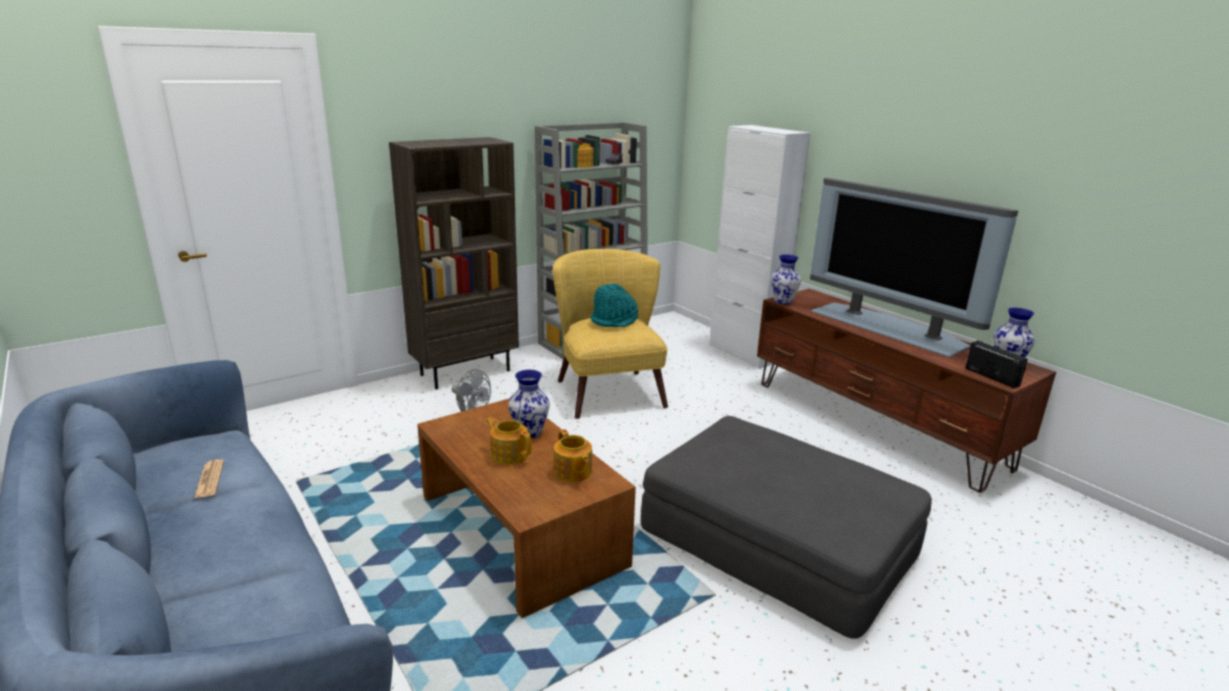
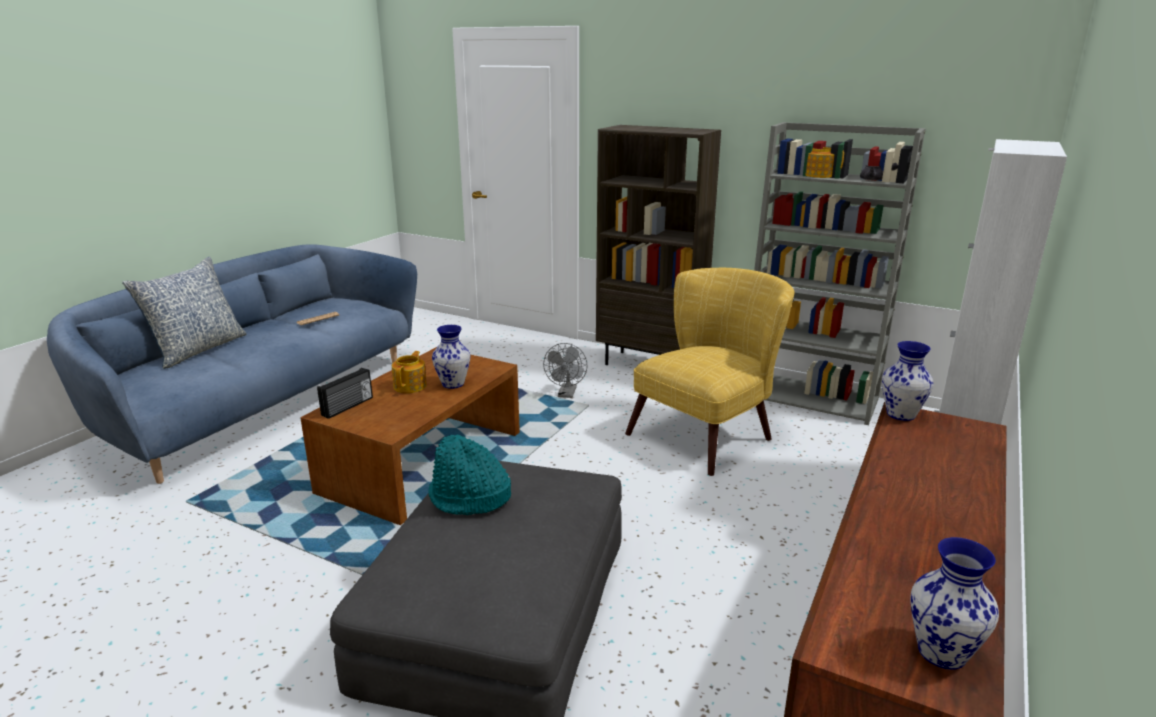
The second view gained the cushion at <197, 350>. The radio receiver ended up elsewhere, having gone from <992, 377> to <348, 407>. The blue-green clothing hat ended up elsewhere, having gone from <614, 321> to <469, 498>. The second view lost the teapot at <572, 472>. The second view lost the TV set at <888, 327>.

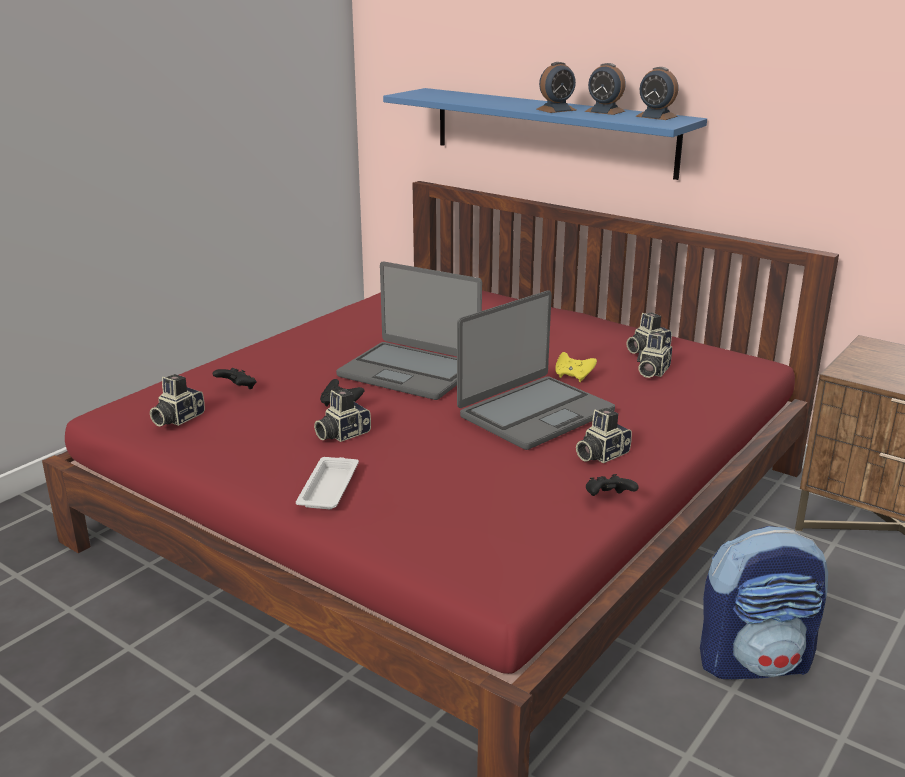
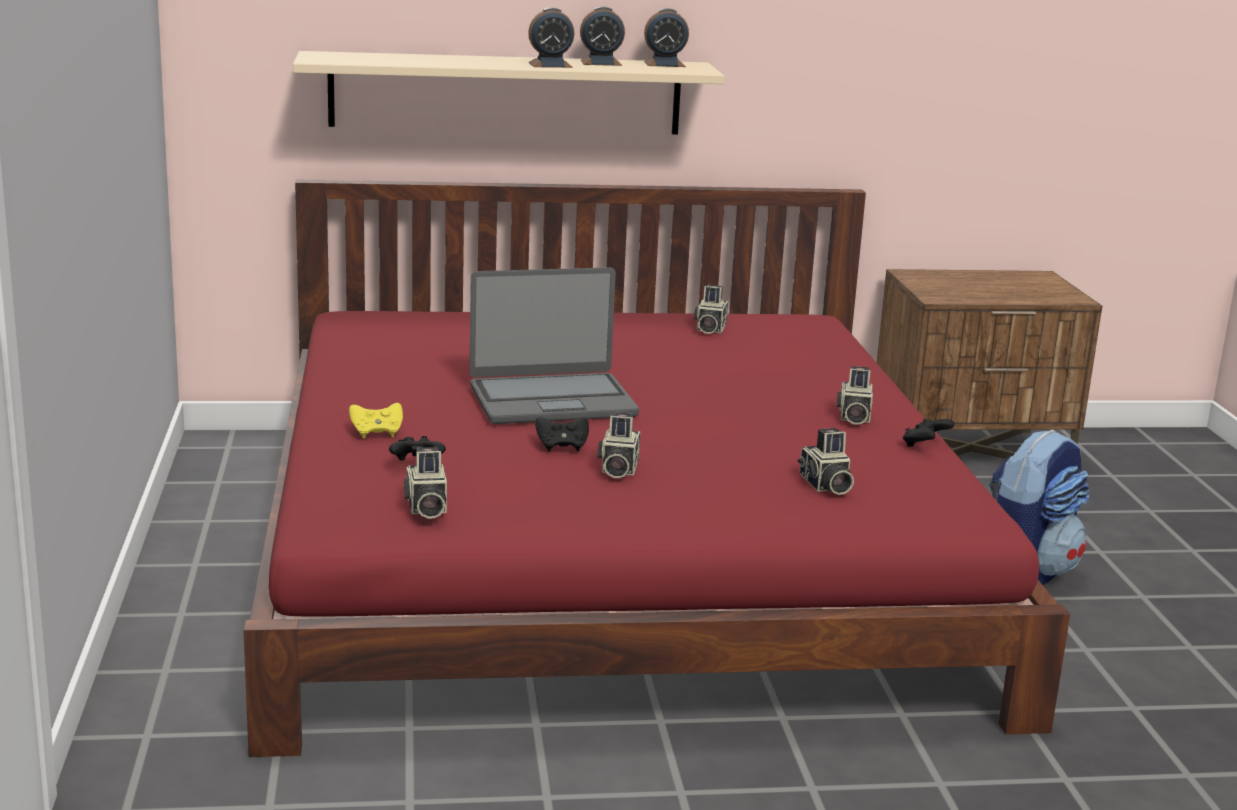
What was the bluish bracket shelf at <552, 131> turned into the sand-coloured bracket shelf at <506, 93>. The yellowish game controller ended up elsewhere, having gone from <573, 376> to <377, 433>. The alarm clock at <556, 109> ended up facing another way, 60 degrees clockwise from before. The photo camera ended up elsewhere, having gone from <651, 371> to <825, 486>. The second view lost the white-coloured tray at <329, 487>. The second view lost the portable computer at <534, 413>.

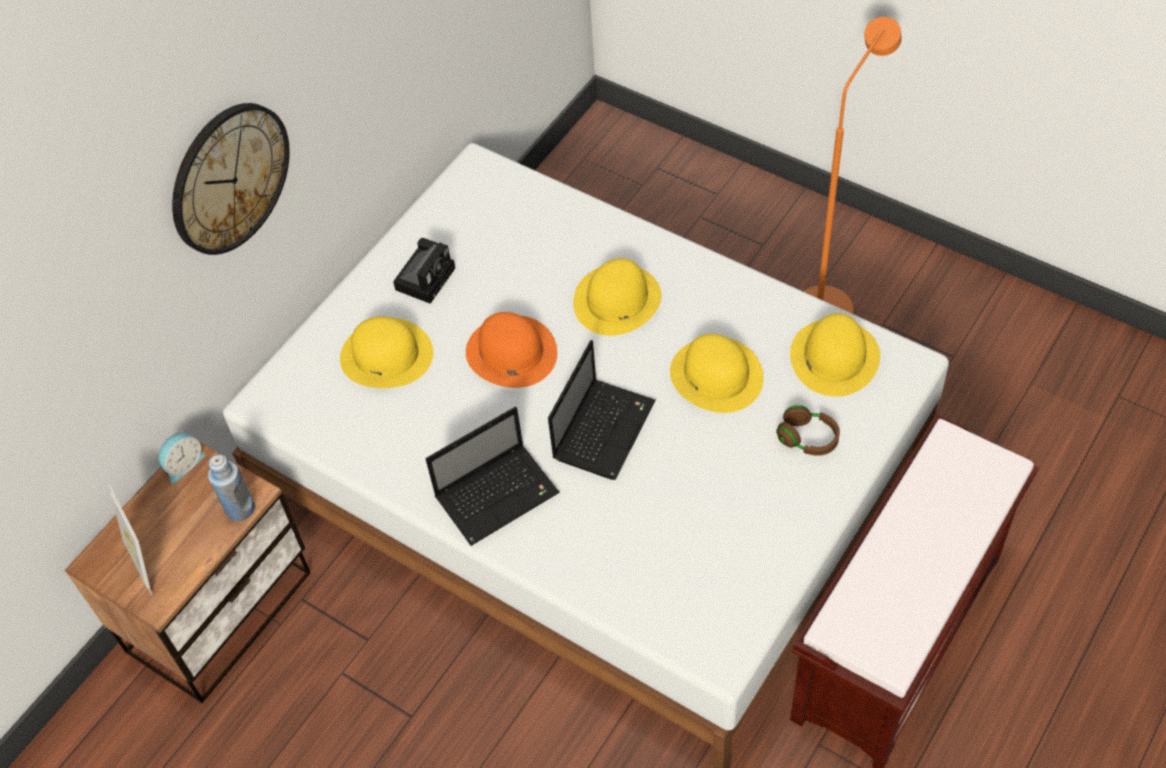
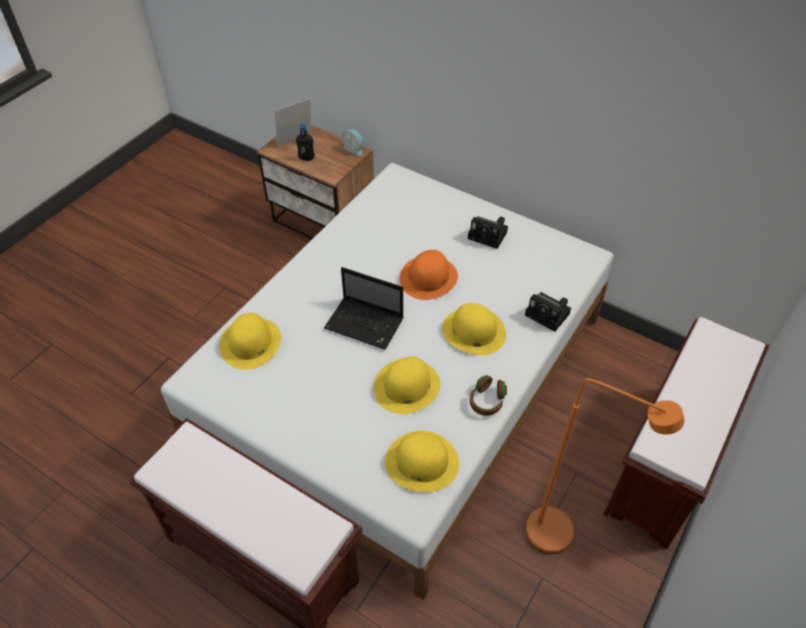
The yellowish clothing hat ended up elsewhere, having gone from <387, 355> to <250, 343>. The second view gained the black drink bottle at <306, 158>. The brown headset ended up elsewhere, having gone from <808, 439> to <487, 401>. The second view gained the photo camera at <549, 315>. The second view gained the brown indoor bench at <667, 464>. The second view lost the clock on the wall at <229, 178>. The second view lost the bluish drink bottle at <240, 509>. The second view lost the portable computer at <499, 494>.

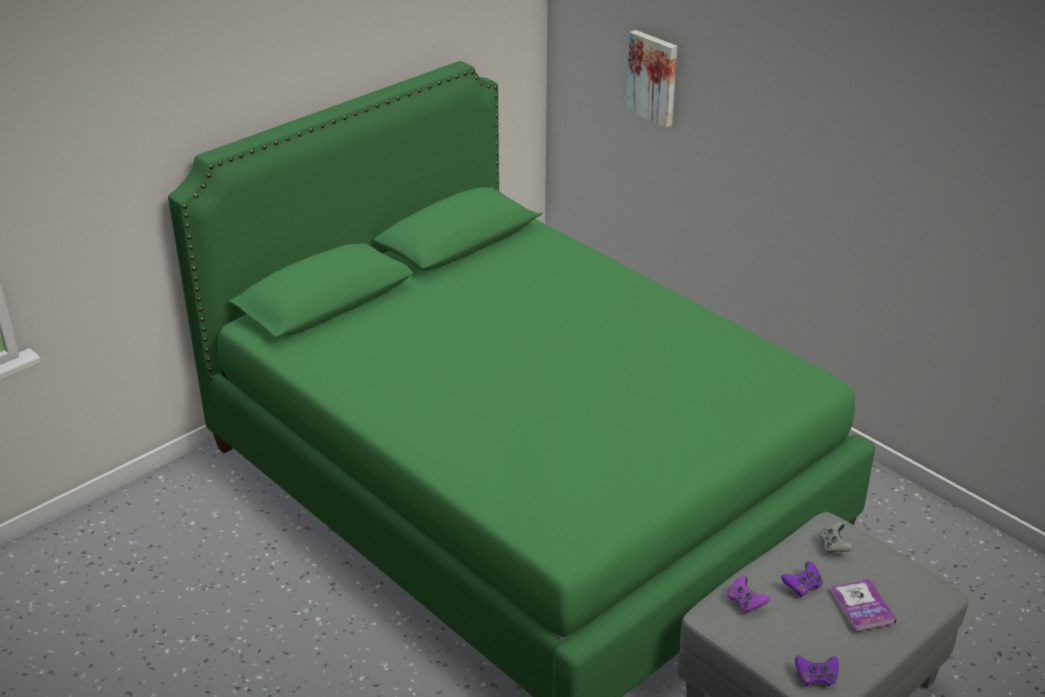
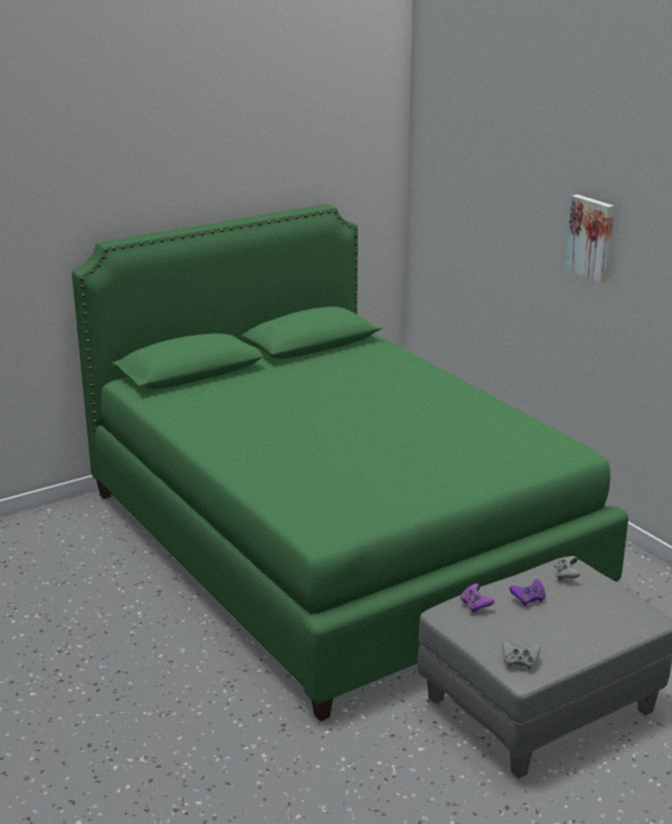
What was the purple-coloured game controller at <816, 678> turned into the grey game controller at <519, 662>. The wall picture ended up elsewhere, having gone from <653, 77> to <592, 237>. The second view lost the volume at <861, 607>.

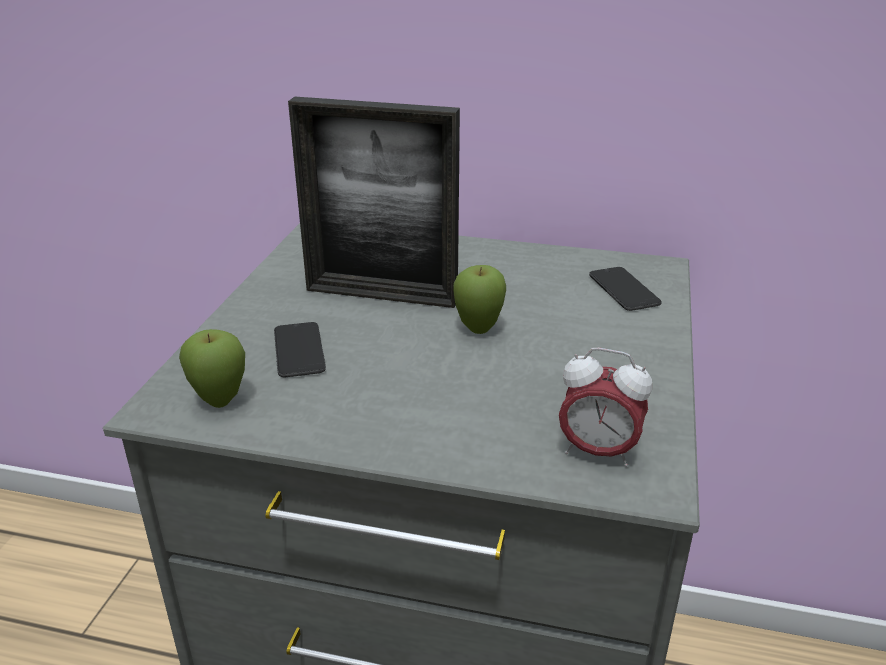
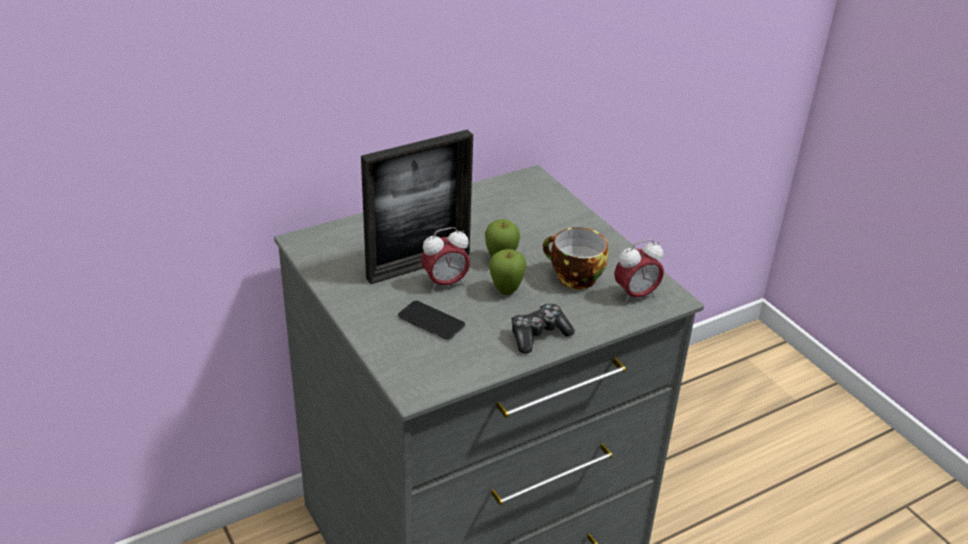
The second view gained the alarm clock at <445, 283>. The apple ended up elsewhere, having gone from <220, 401> to <506, 291>. The second view gained the game controller at <538, 335>. The second view gained the small cup at <573, 278>. The second view lost the handset at <623, 290>.

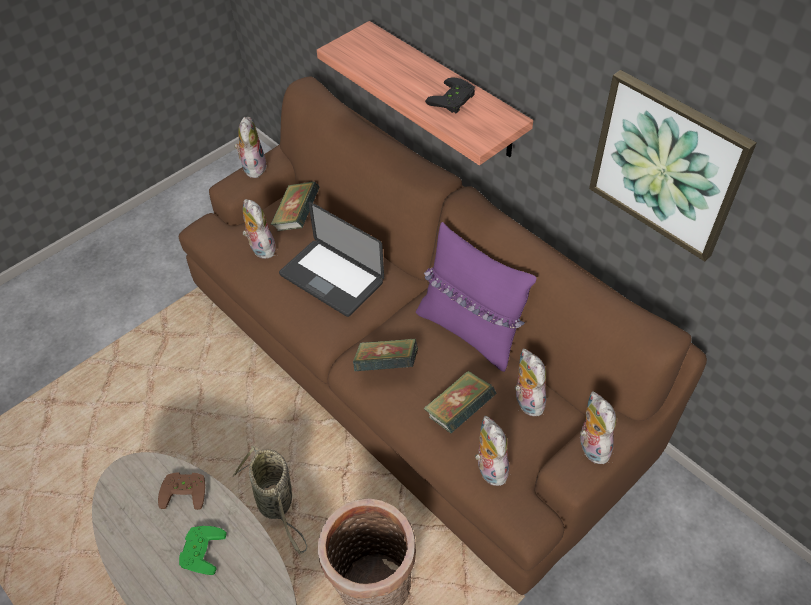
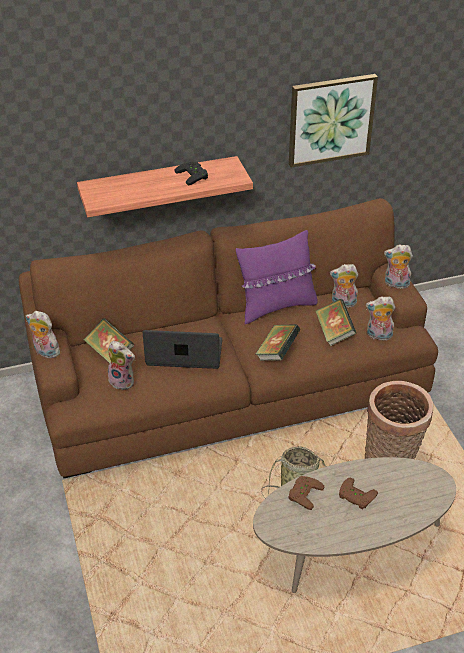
The plush toy at <260, 248> ended up facing another way, 150 degrees counterclockwise from before. The portable computer at <331, 279> ended up facing another way, 150 degrees counterclockwise from before. What was the green-coloured game controller at <199, 550> turned into the brown game controller at <355, 497>.

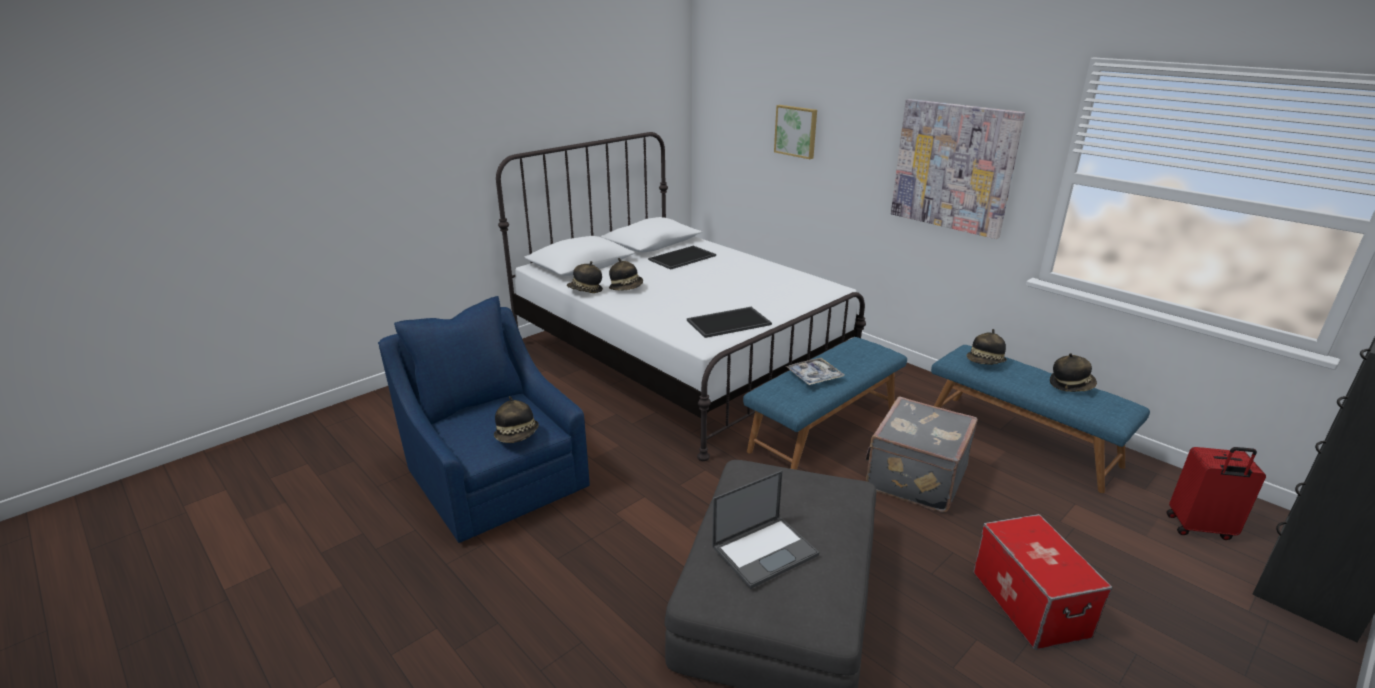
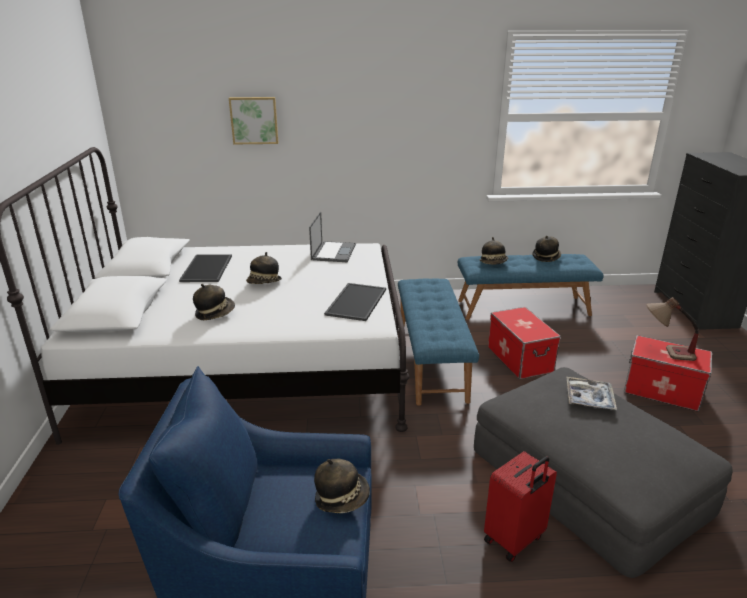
The clothing hat ended up elsewhere, having gone from <585, 291> to <264, 283>. The portable computer ended up elsewhere, having gone from <765, 550> to <333, 252>. The reddish piece of luggage ended up elsewhere, having gone from <1199, 528> to <515, 540>. Where the grey piece of luggage stood at <914, 478>, the storage container came to stand at <520, 359>. The tray ended up elsewhere, having gone from <814, 376> to <589, 398>. The second view gained the table lamp at <665, 353>. The second view lost the wall picture at <953, 167>.

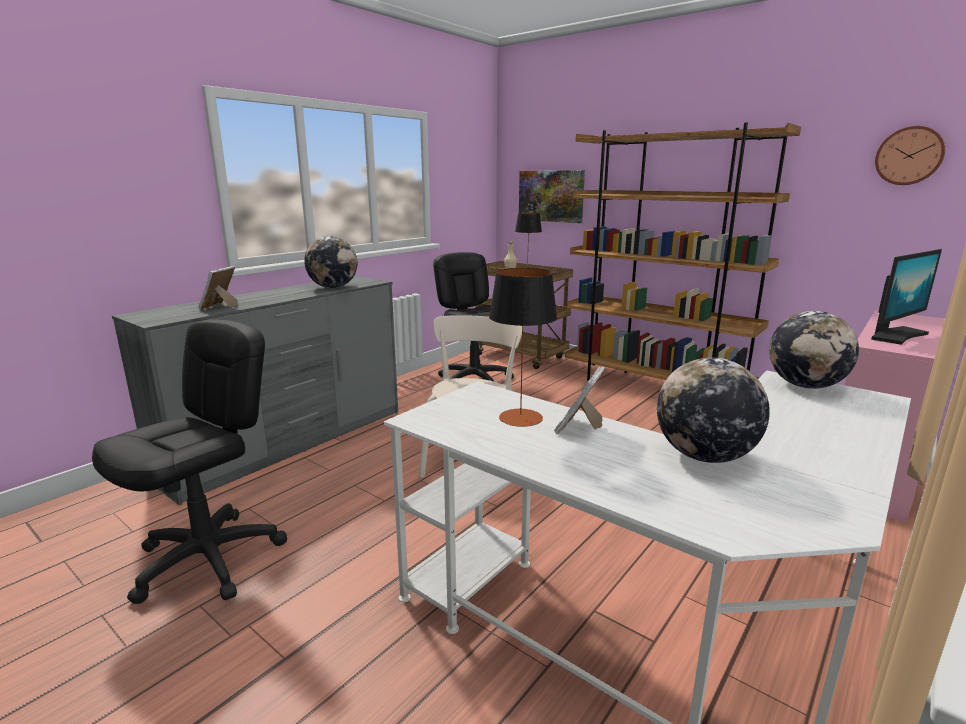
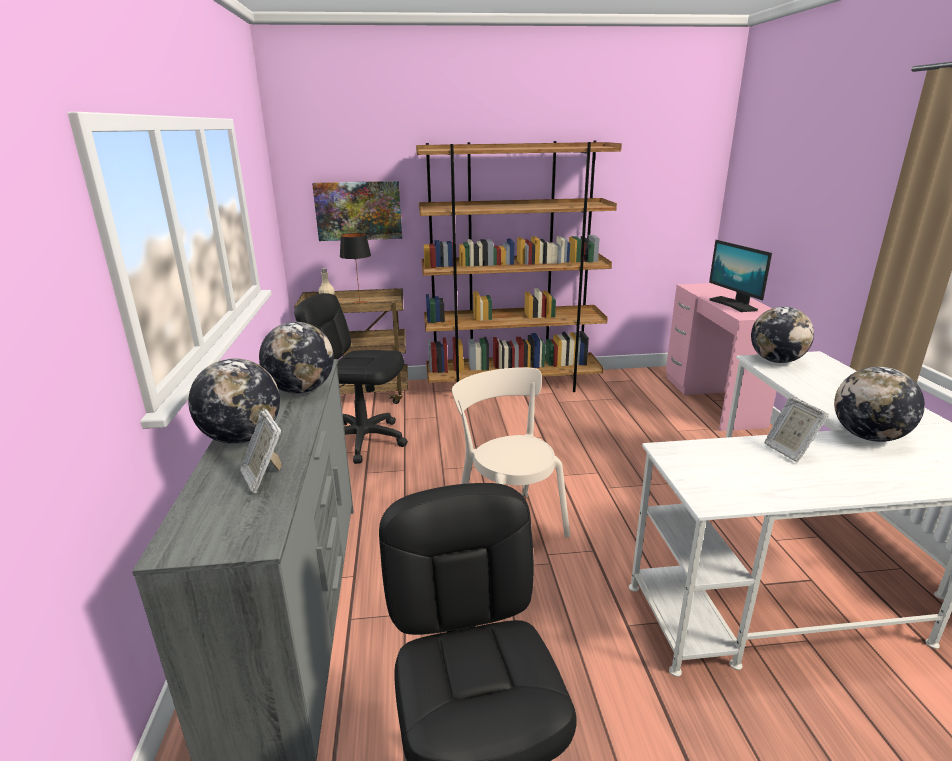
The second view gained the world globe at <242, 438>. The computer screen at <896, 335> ended up facing another way, 150 degrees clockwise from before. The second view lost the table lamp at <520, 417>. The second view lost the clock on the wall at <909, 156>.

